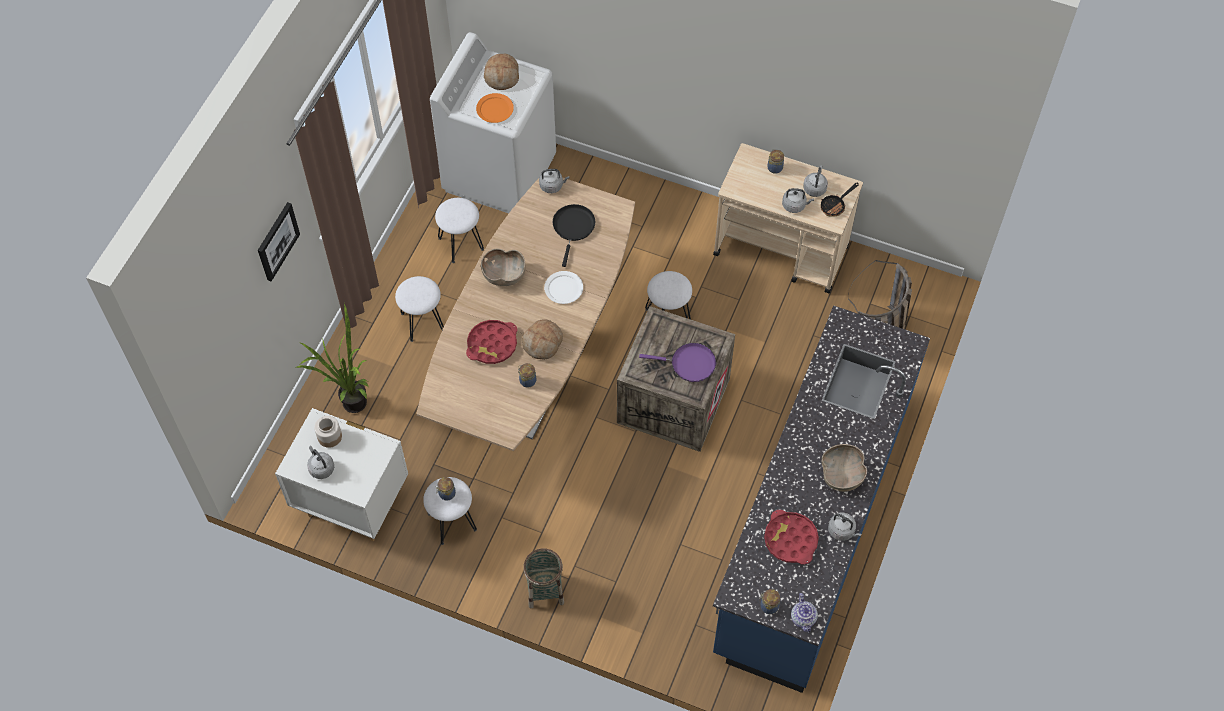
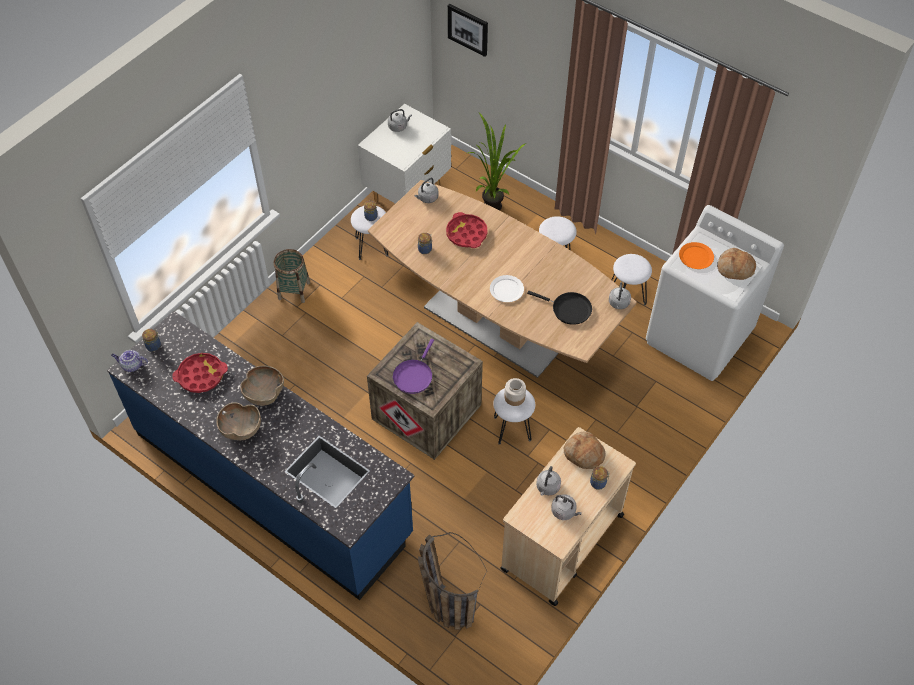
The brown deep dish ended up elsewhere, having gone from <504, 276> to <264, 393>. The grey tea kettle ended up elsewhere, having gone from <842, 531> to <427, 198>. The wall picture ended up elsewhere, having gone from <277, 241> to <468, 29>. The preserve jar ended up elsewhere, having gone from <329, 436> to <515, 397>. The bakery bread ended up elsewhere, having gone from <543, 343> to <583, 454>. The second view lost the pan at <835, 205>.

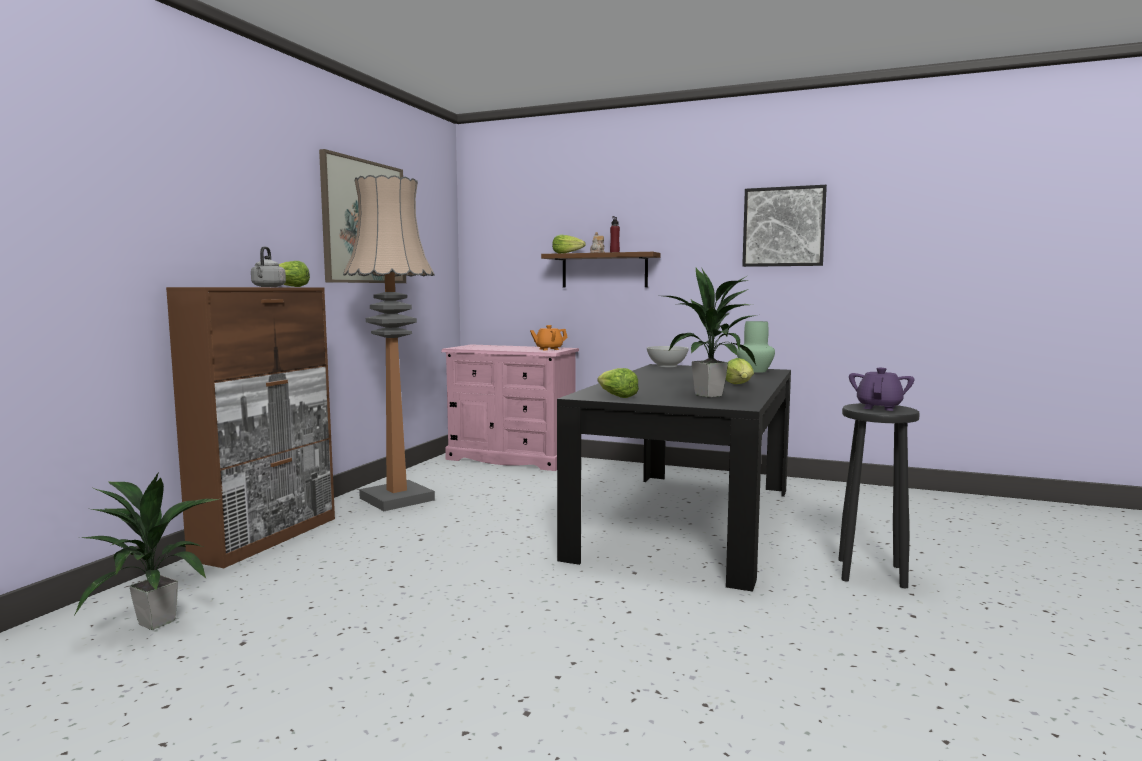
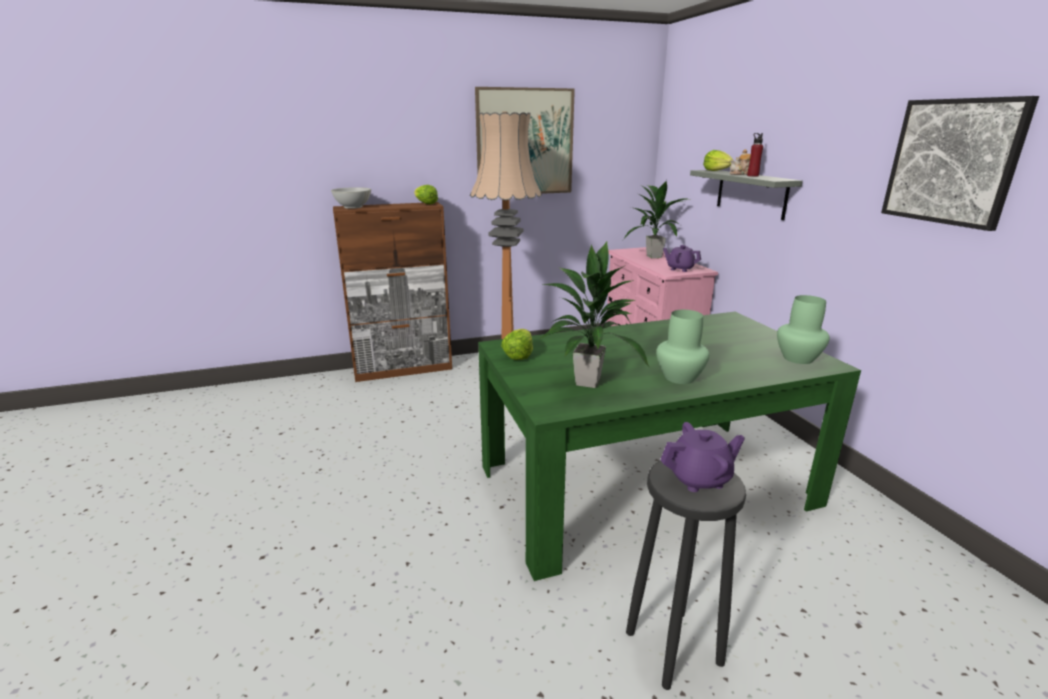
The white-coloured deep dish ended up elsewhere, having gone from <667, 366> to <353, 207>. What was the black dining table at <688, 520> turned into the green-coloured dining table at <645, 485>. The houseplant ended up elsewhere, having gone from <156, 622> to <654, 256>. Where the lettuce stood at <740, 385>, the green-coloured flower vase came to stand at <680, 377>. What was the orange teapot at <548, 349> turned into the purple-coloured teapot at <680, 269>. What was the brown bracket shelf at <604, 270> turned into the grey bracket shelf at <751, 193>. The second view lost the grey tea kettle at <268, 286>.

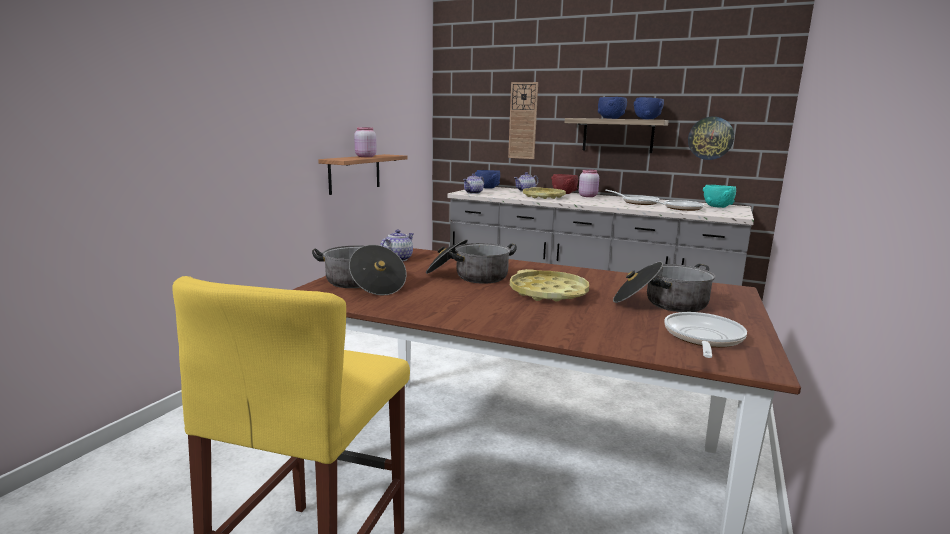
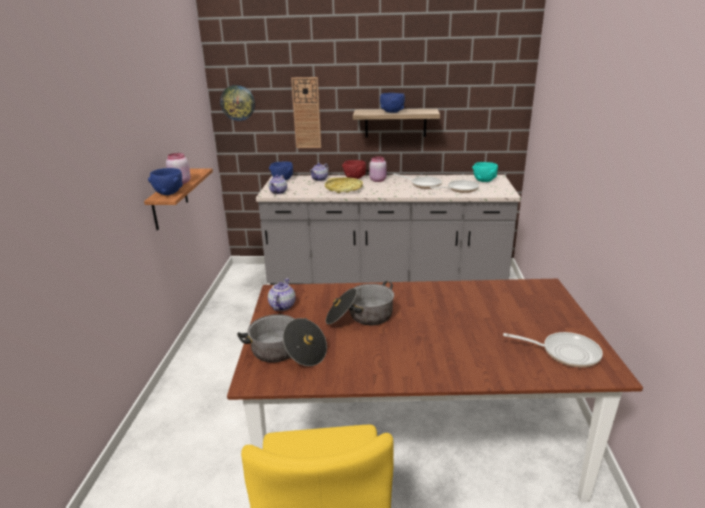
The bluish deep dish ended up elsewhere, having gone from <647, 119> to <168, 193>. The clock on the wall ended up elsewhere, having gone from <710, 138> to <237, 103>. The pan at <702, 338> ended up facing another way, 105 degrees clockwise from before. The second view lost the yellowish tray at <548, 293>. The second view lost the saucepot at <661, 303>.

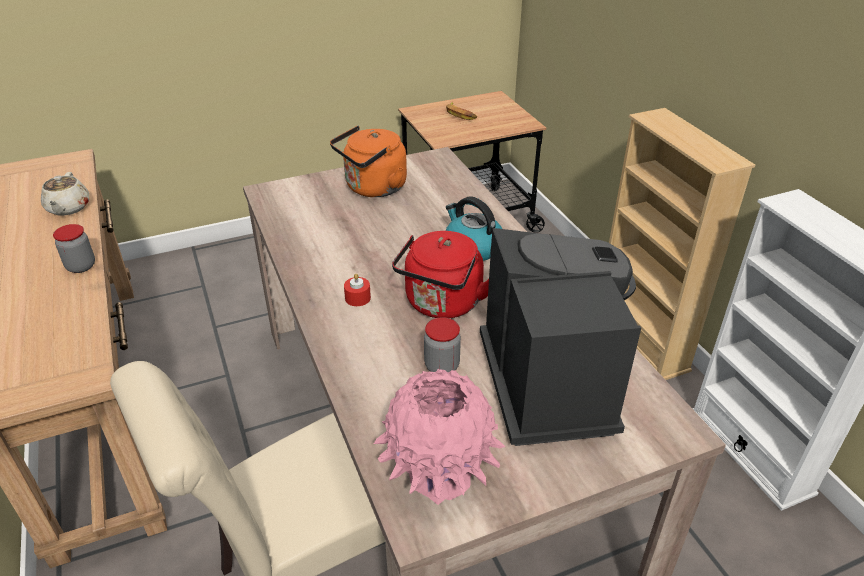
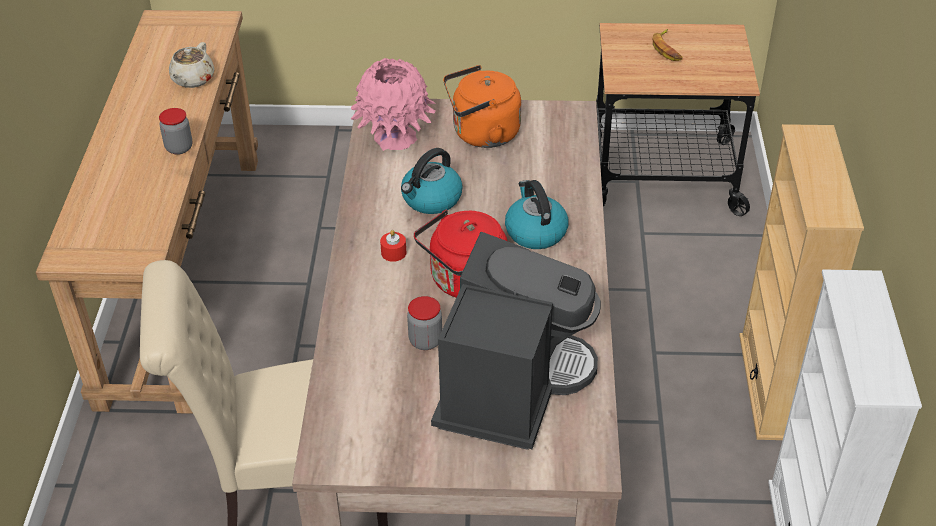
The pink flower vase ended up elsewhere, having gone from <439, 476> to <394, 138>. The second view gained the tea kettle at <431, 199>.

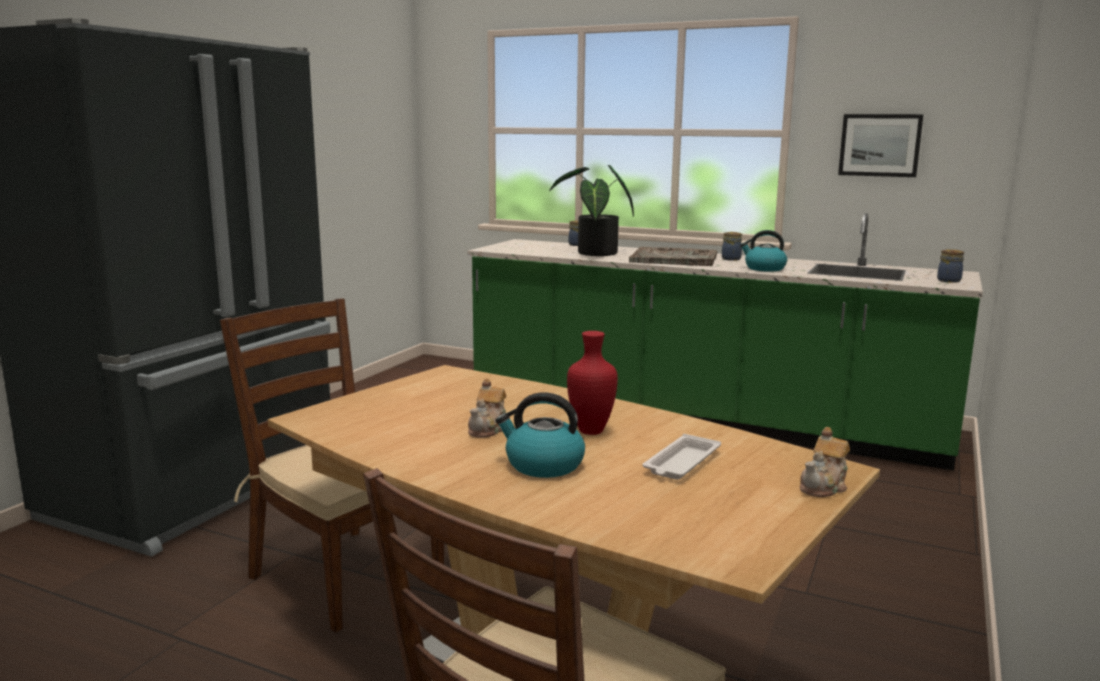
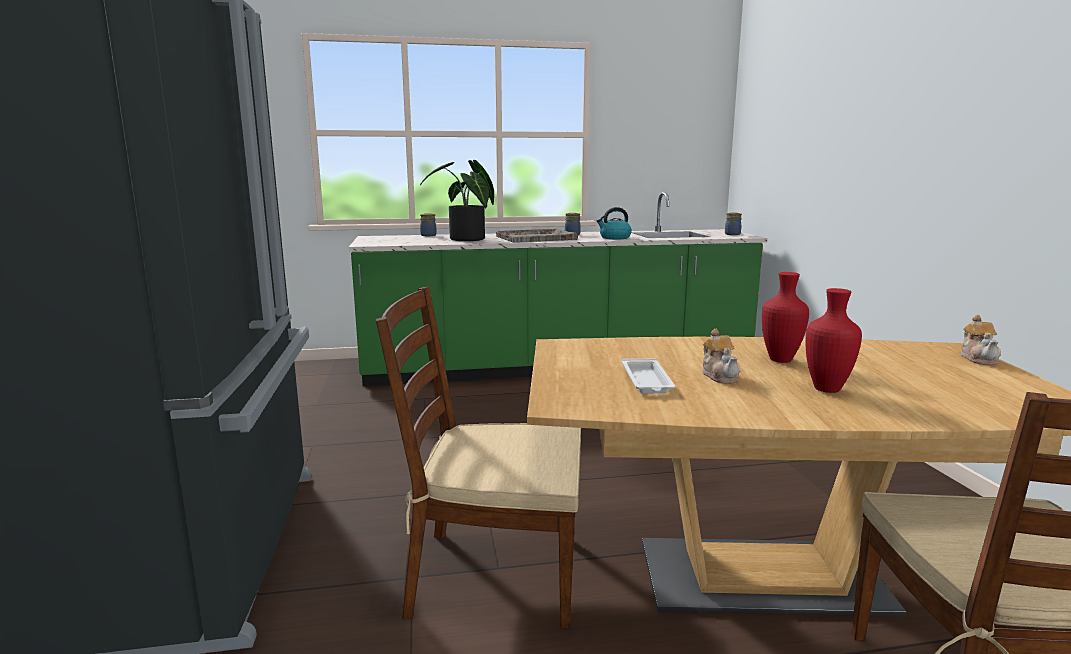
The white-coloured tray ended up elsewhere, having gone from <681, 463> to <646, 381>. Where the tea kettle stood at <543, 465>, the reddish flower vase came to stand at <828, 389>. The second view lost the wall picture at <880, 145>.

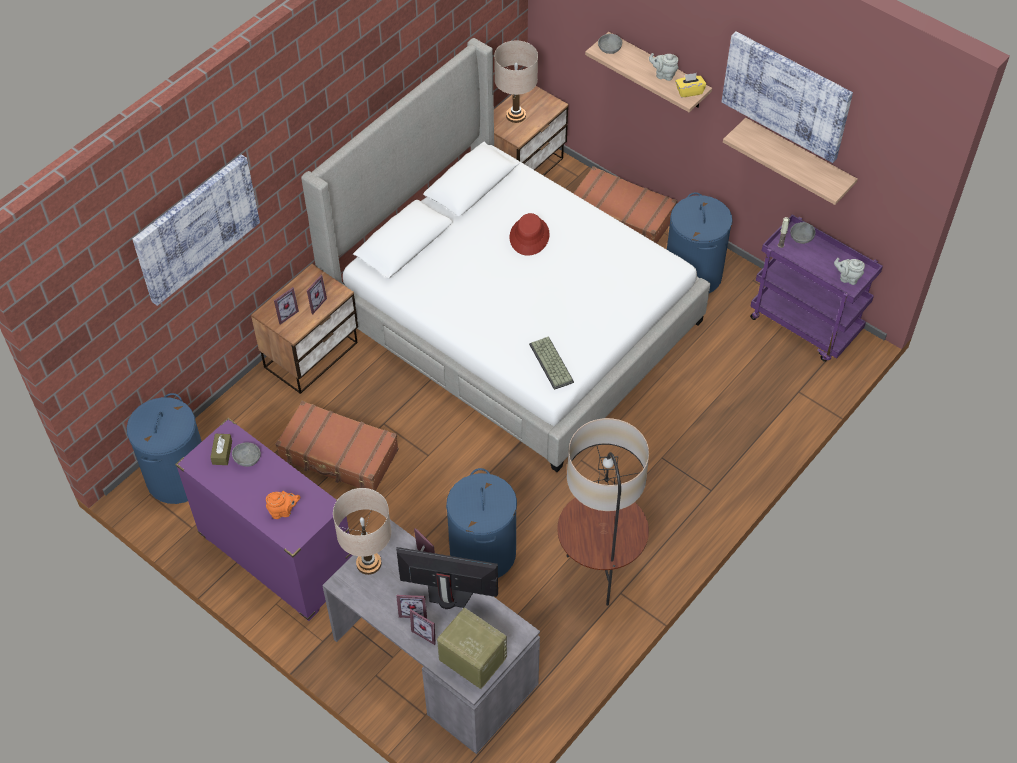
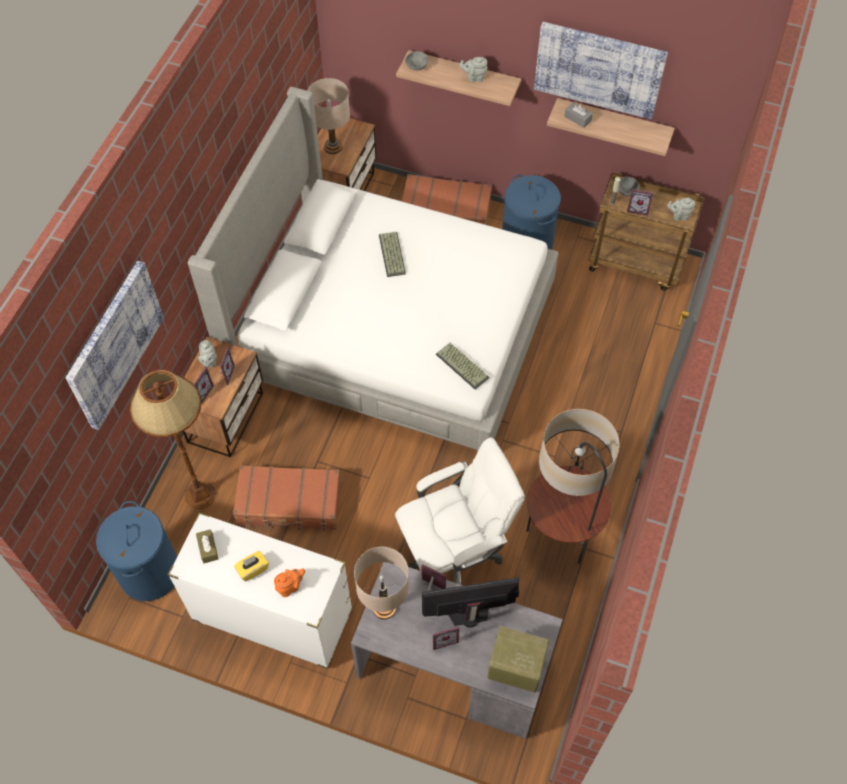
The second view gained the brown floor lamp at <200, 494>. What was the purple-coloured dresser at <277, 555> turned into the white-coloured dresser at <272, 616>. The second view gained the grey teapot at <209, 362>. The yellowish tissue box ended up elsewhere, having gone from <689, 91> to <252, 569>. Where the reddish clothing hat stood at <529, 236>, the PC keyboard came to stand at <393, 255>. Where the bluish washing basket stood at <483, 553>, the white-coloured computer chair came to stand at <454, 552>. The second view gained the grey tissue box at <577, 118>. What was the purple-coloured wheeled cart at <806, 325> turned into the brown wheeled cart at <636, 263>. The picture frame ended up elsewhere, having gone from <427, 632> to <638, 209>. The second view lost the grey deep dish at <247, 459>.

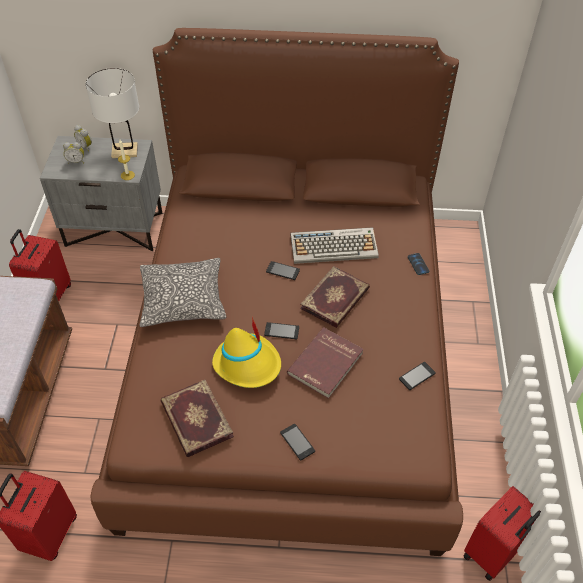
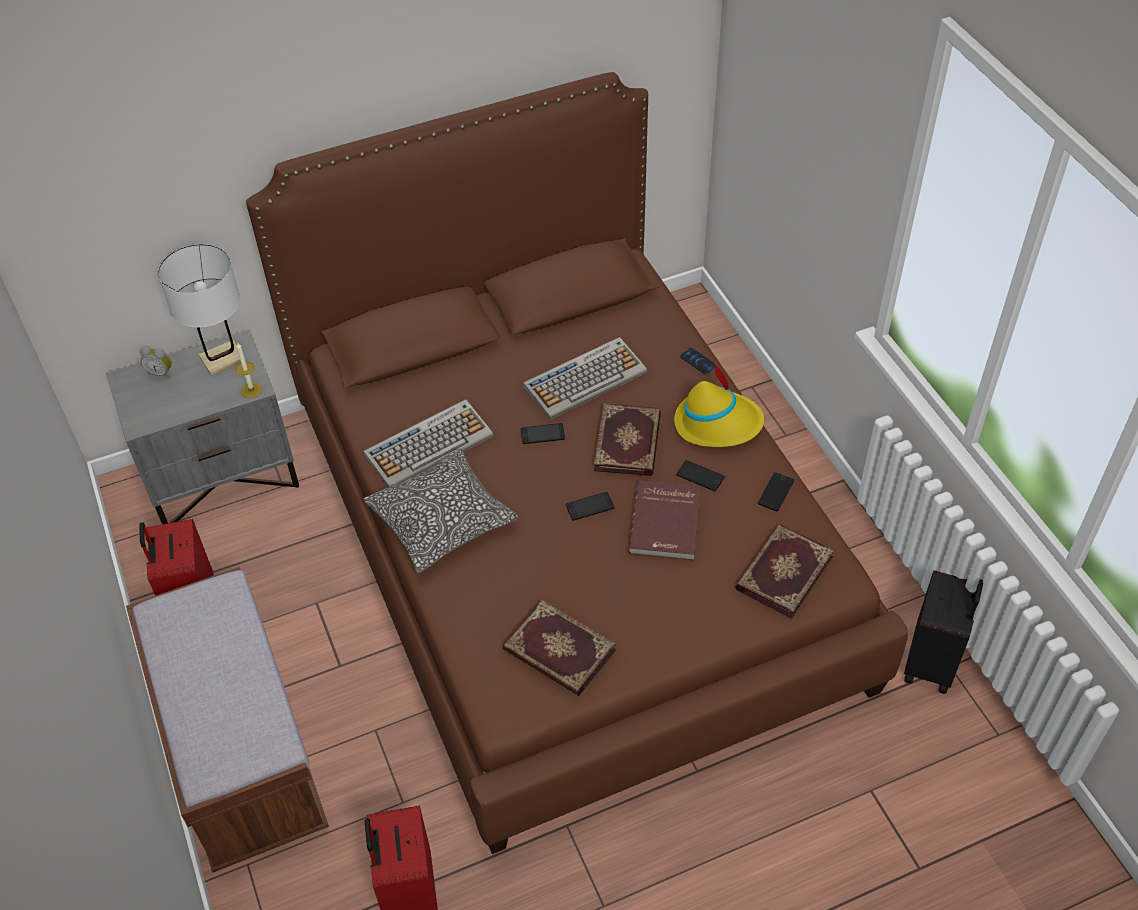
The second view gained the PC keyboard at <429, 444>. The yellowish clothing hat ended up elsewhere, having gone from <248, 364> to <718, 423>. The handset ended up elsewhere, having gone from <297, 442> to <700, 476>. The second view gained the volume at <782, 572>. What was the reddish piece of luggage at <493, 553> turned into the black piece of luggage at <932, 663>. The second view lost the alarm clock at <76, 161>.

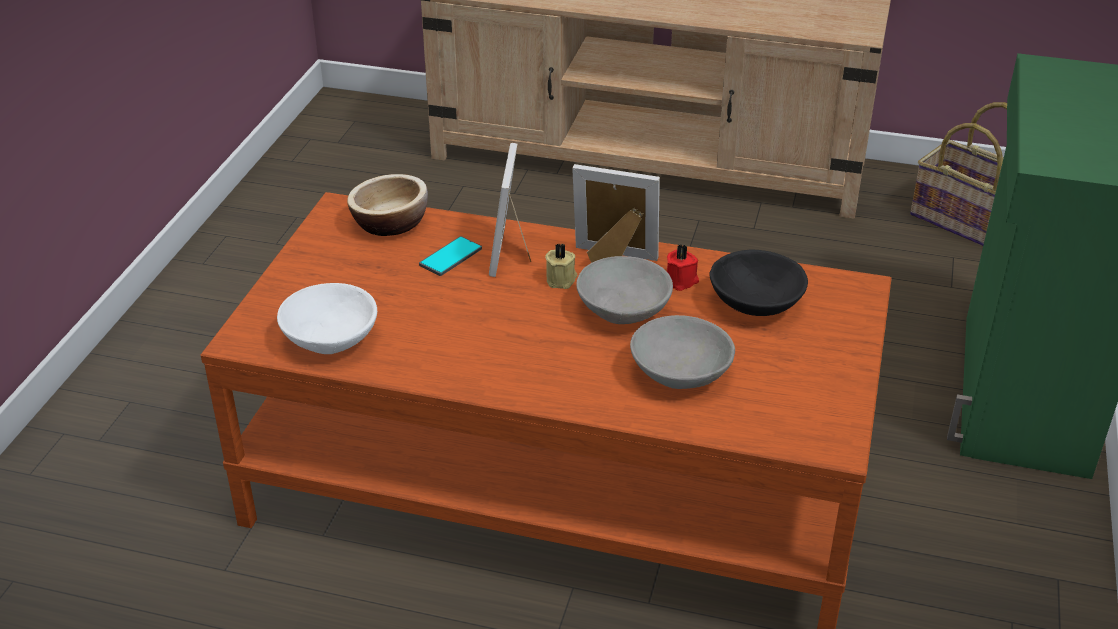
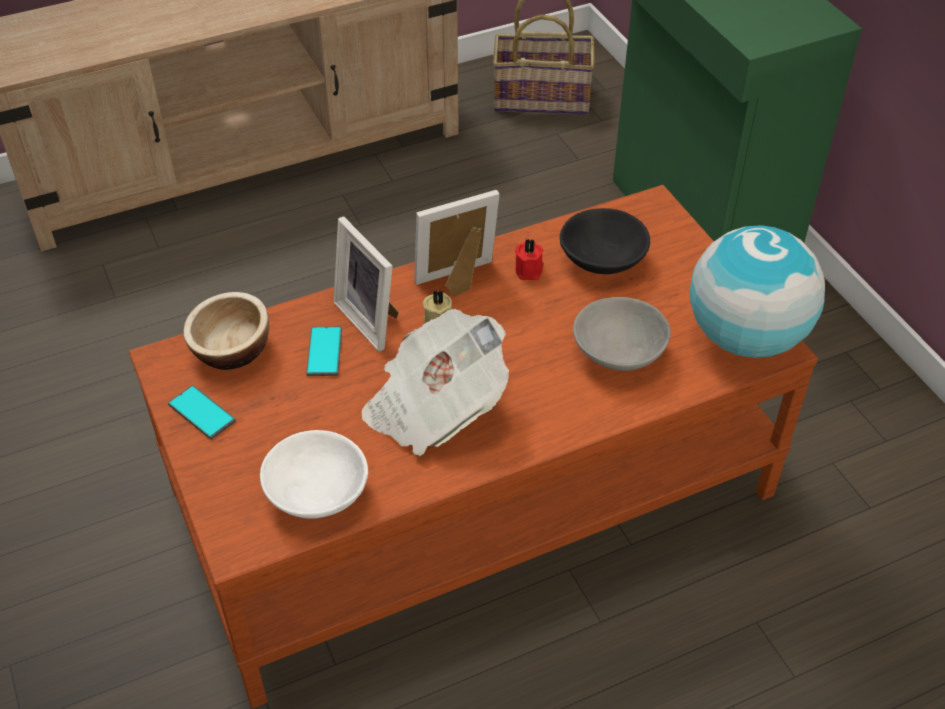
The second view gained the handset at <202, 413>. The second view gained the daily paper at <434, 406>. The second view gained the world globe at <746, 337>. The second view lost the grey deep dish at <623, 311>.

